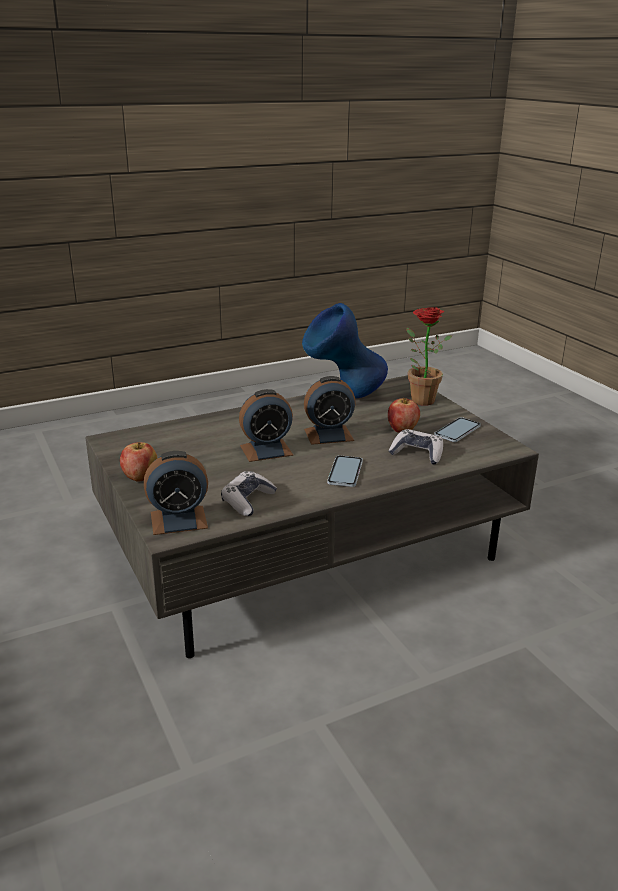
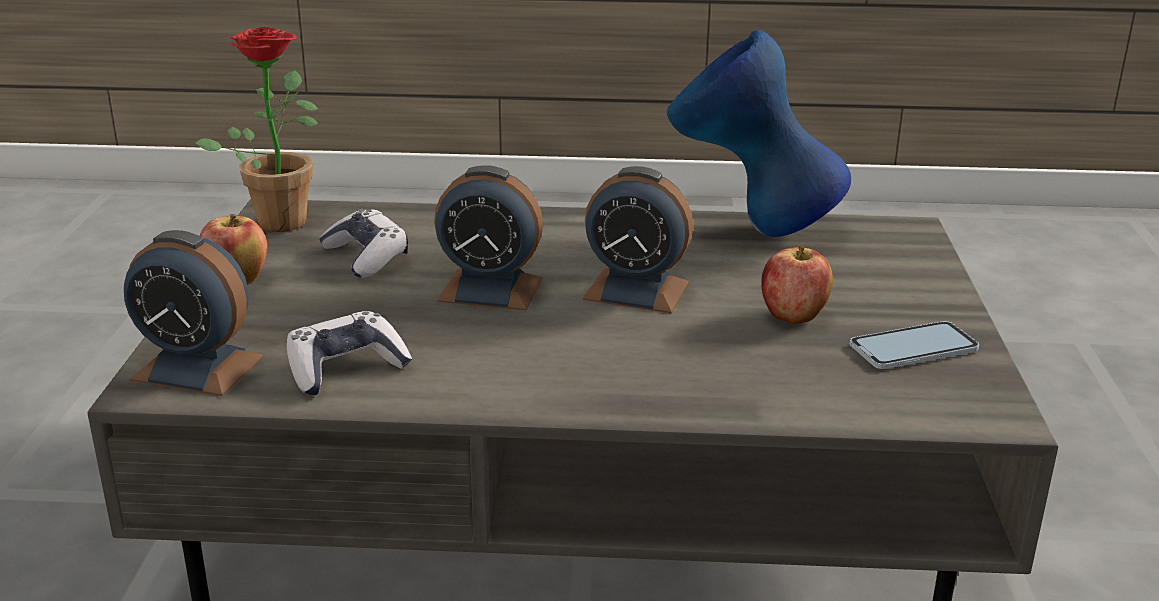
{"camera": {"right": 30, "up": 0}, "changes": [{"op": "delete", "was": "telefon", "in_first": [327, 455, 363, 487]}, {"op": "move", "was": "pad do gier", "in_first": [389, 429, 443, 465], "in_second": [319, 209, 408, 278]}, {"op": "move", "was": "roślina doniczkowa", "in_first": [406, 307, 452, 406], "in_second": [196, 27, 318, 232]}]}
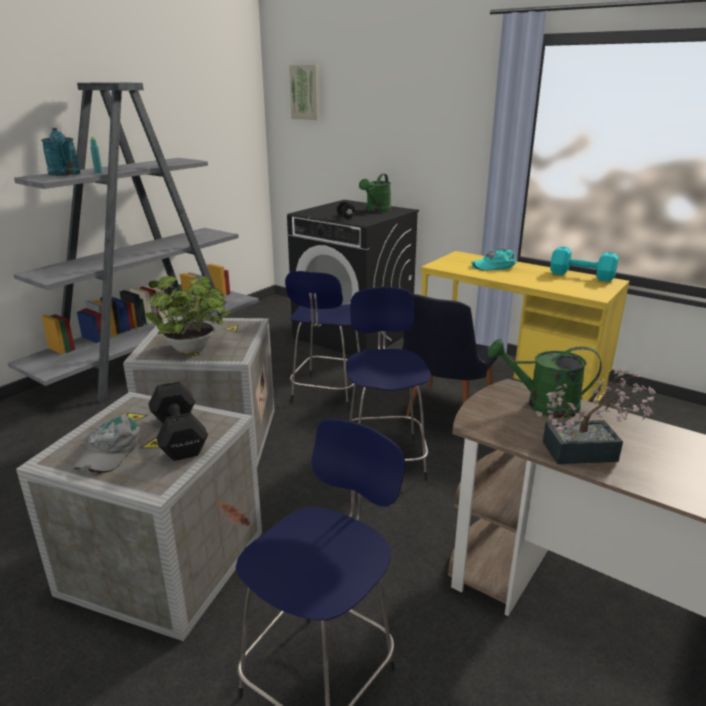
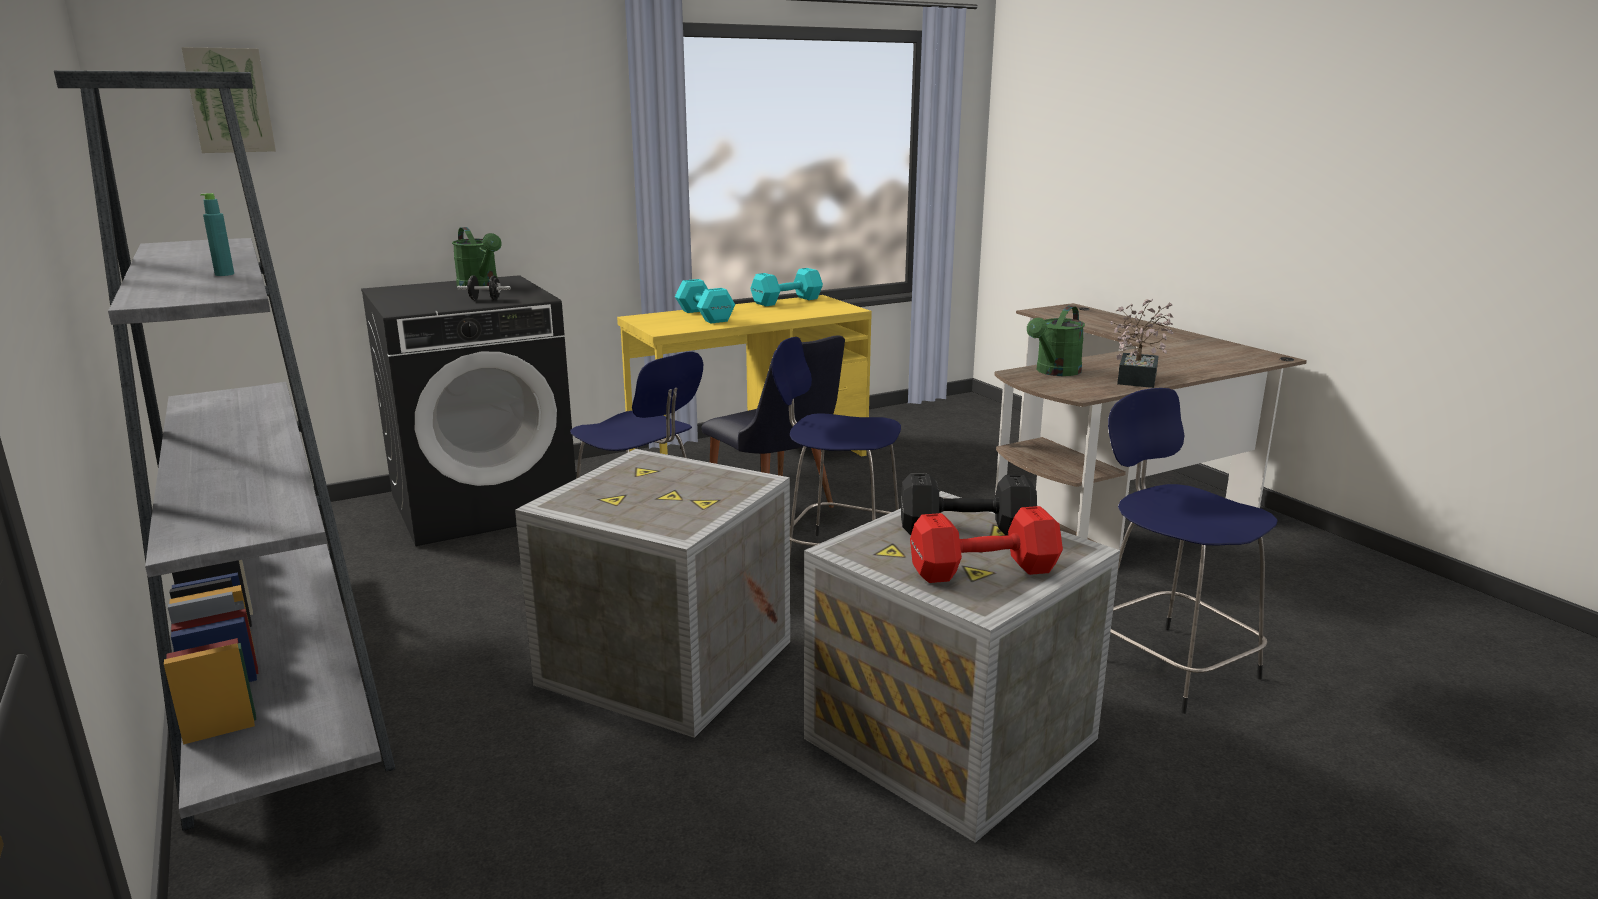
{"camera": {"right": -65, "up": -5}, "changes": [{"op": "delete", "was": "konewka/turkusowy", "in_first": [41, 128, 80, 176]}, {"op": "replace", "was": "czapka z daszkiem/szary", "now": "hantel/czerwony", "in_first": [73, 414, 141, 476], "in_second": [910, 506, 1063, 583]}, {"op": "delete", "was": "roślina doniczkowa", "in_first": [146, 276, 232, 353]}, {"op": "replace", "was": "czapka z daszkiem/turkusowy", "now": "hantel/turkusowy", "in_first": [471, 249, 517, 271], "in_second": [675, 279, 735, 324]}]}
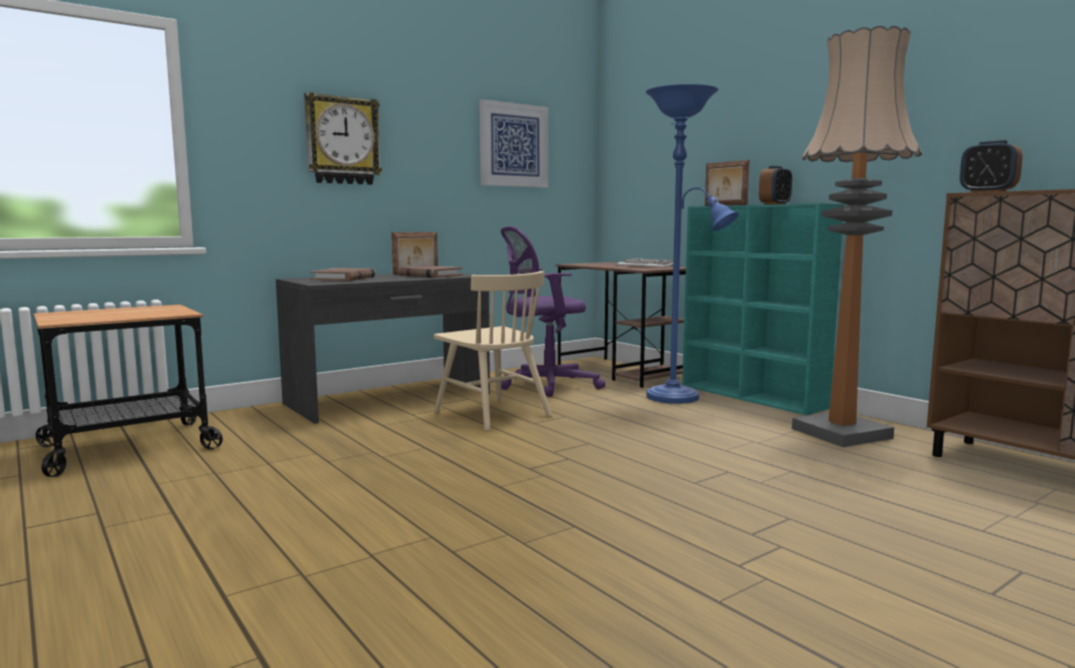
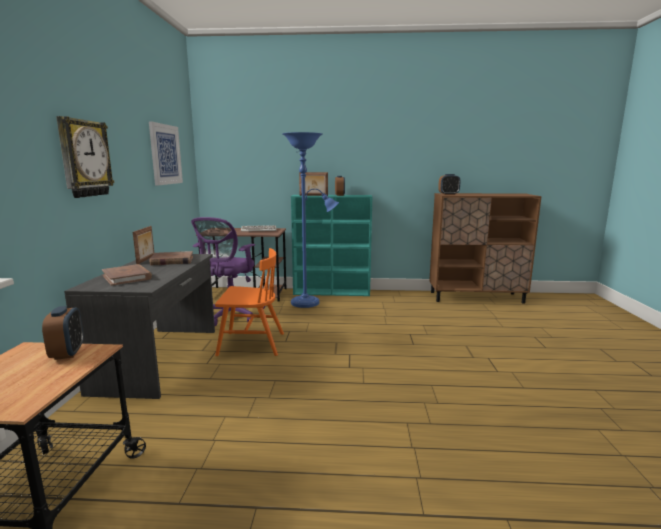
{"camera": {"right": -50, "up": 5}, "changes": [{"op": "recolor", "was": "krzesło/beżowy", "now": "krzesło/pomarańczowy", "in_first": [434, 271, 552, 431], "in_second": [215, 248, 284, 356]}, {"op": "delete", "was": "lampa stojąca", "in_first": [792, 26, 922, 447]}, {"op": "insert", "now": "budzik", "in_second": [42, 306, 83, 360]}]}
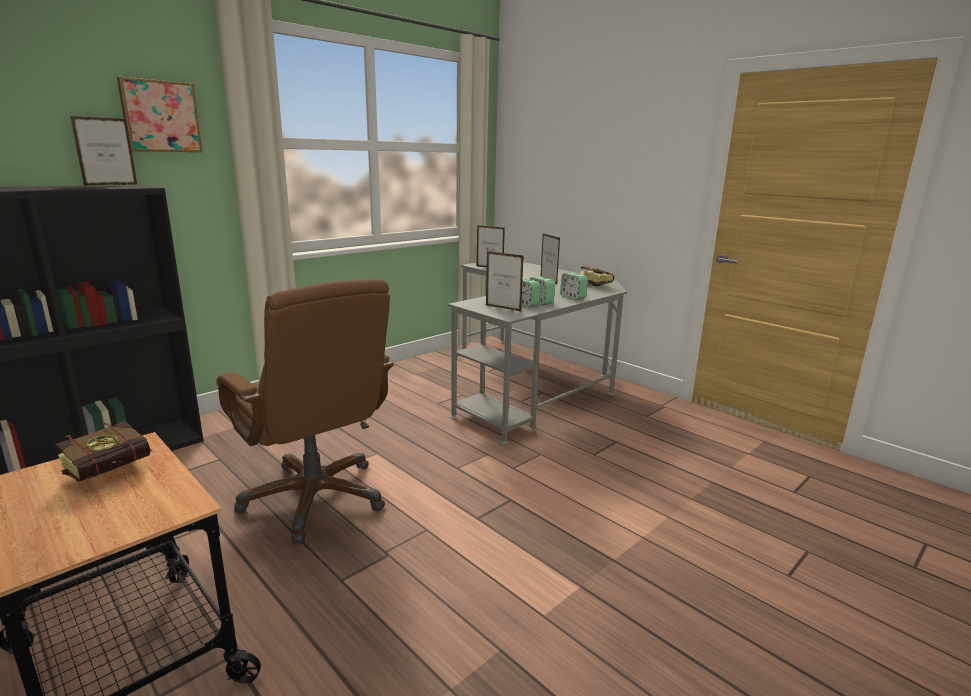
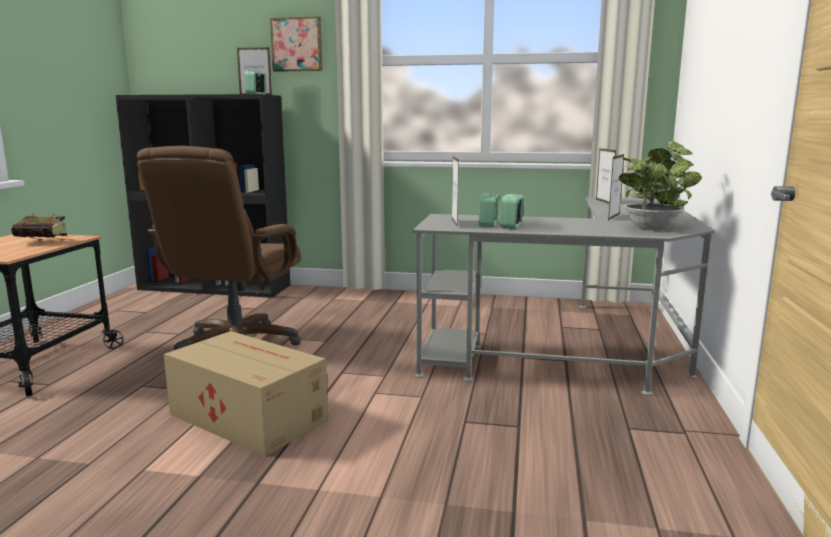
{"camera": {"right": 55, "up": -5}, "changes": [{"op": "move", "was": "budzik", "in_first": [560, 273, 588, 300], "in_second": [245, 71, 266, 94]}, {"op": "replace", "was": "książka", "now": "roślina doniczkowa", "in_first": [581, 266, 614, 287], "in_second": [619, 141, 701, 230]}, {"op": "insert", "now": "karton", "in_second": [164, 331, 328, 457]}]}
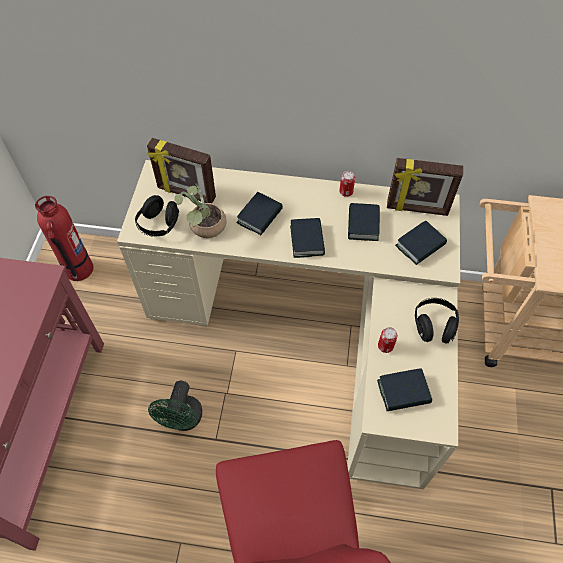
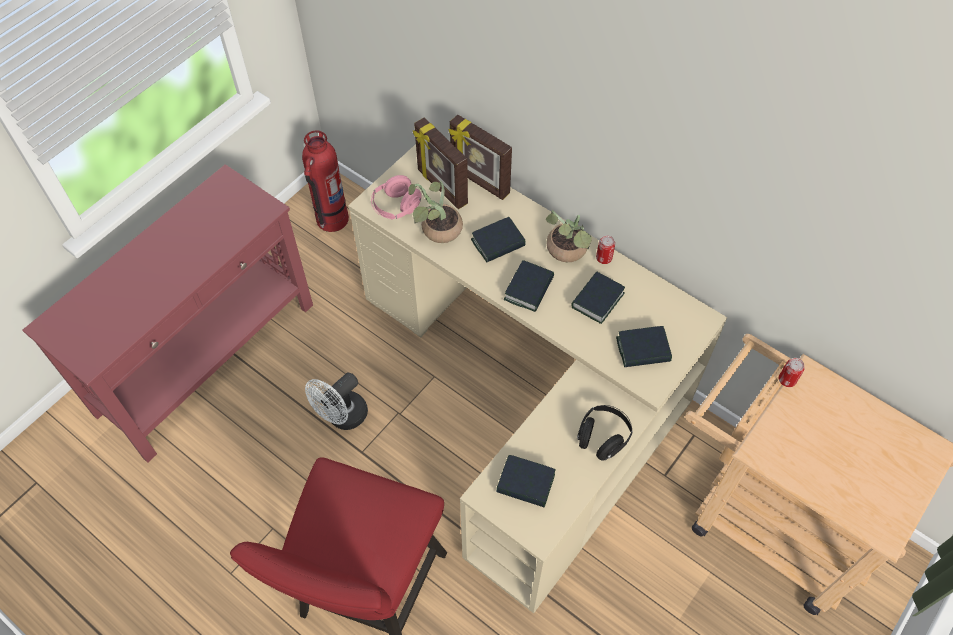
{"camera": {"right": 30, "up": 0}, "changes": [{"op": "recolor", "was": "słuchawki/czarny", "now": "słuchawki/różowy", "in_first": [135, 195, 179, 237], "in_second": [371, 175, 422, 220]}, {"op": "recolor", "was": "wentylator/zielony", "now": "wentylator/biały", "in_first": [148, 381, 203, 431], "in_second": [305, 372, 368, 430]}, {"op": "move", "was": "puszka", "in_first": [378, 327, 397, 353], "in_second": [779, 358, 805, 387]}, {"op": "move", "was": "ramka na zdjęcie", "in_first": [387, 158, 463, 216], "in_second": [449, 115, 512, 200]}, {"op": "insert", "now": "roślina doniczkowa", "in_second": [546, 210, 592, 262]}]}
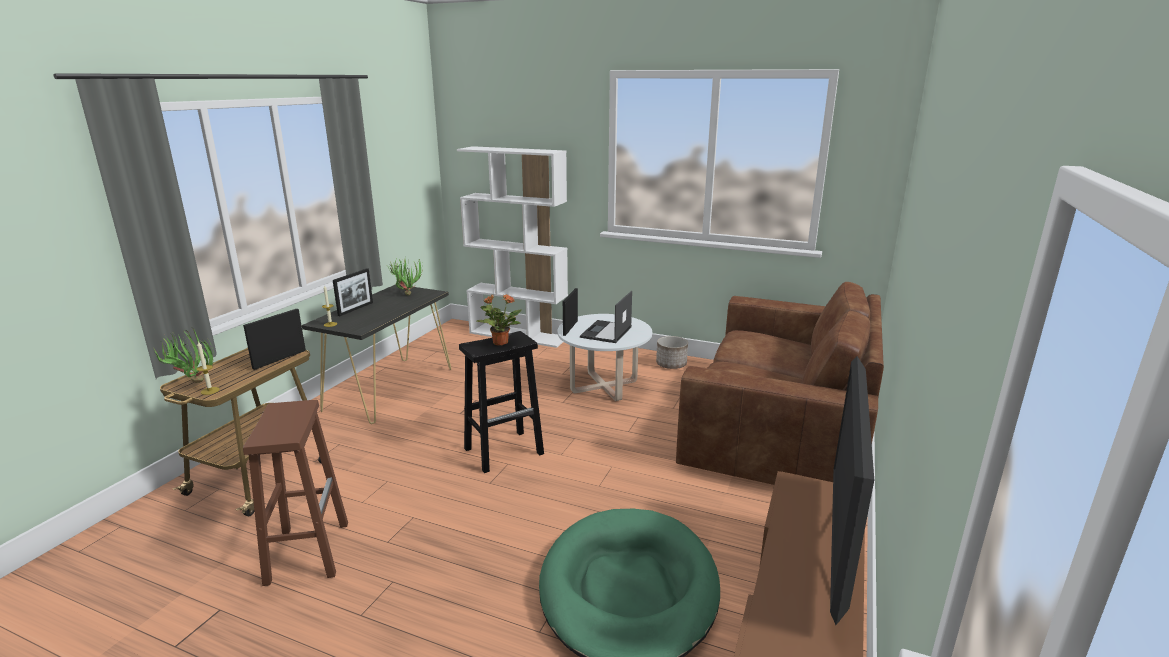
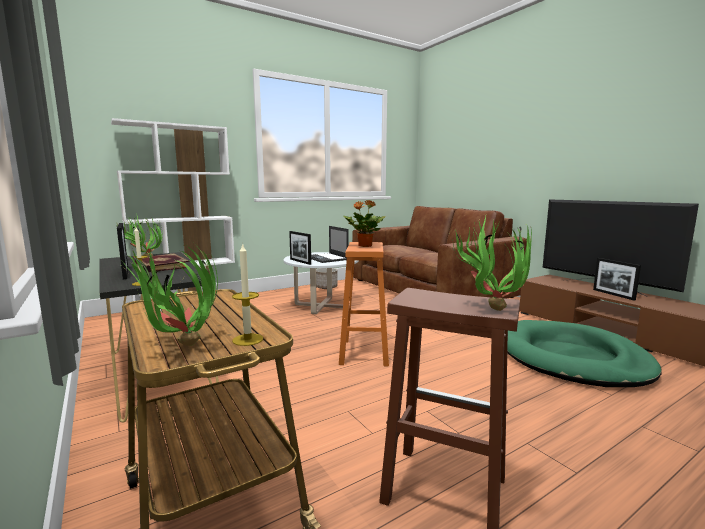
{"camera": {"right": -55, "up": -10}, "changes": [{"op": "move", "was": "ramka na zdjęcie", "in_first": [243, 309, 306, 370], "in_second": [593, 258, 641, 301]}, {"op": "recolor", "was": "stołek/czarny", "now": "stołek/pomarańczowy", "in_first": [459, 331, 544, 473], "in_second": [339, 242, 389, 366]}, {"op": "insert", "now": "książka", "in_second": [135, 253, 190, 272]}, {"op": "insert", "now": "roślina doniczkowa", "in_second": [452, 216, 532, 311]}]}
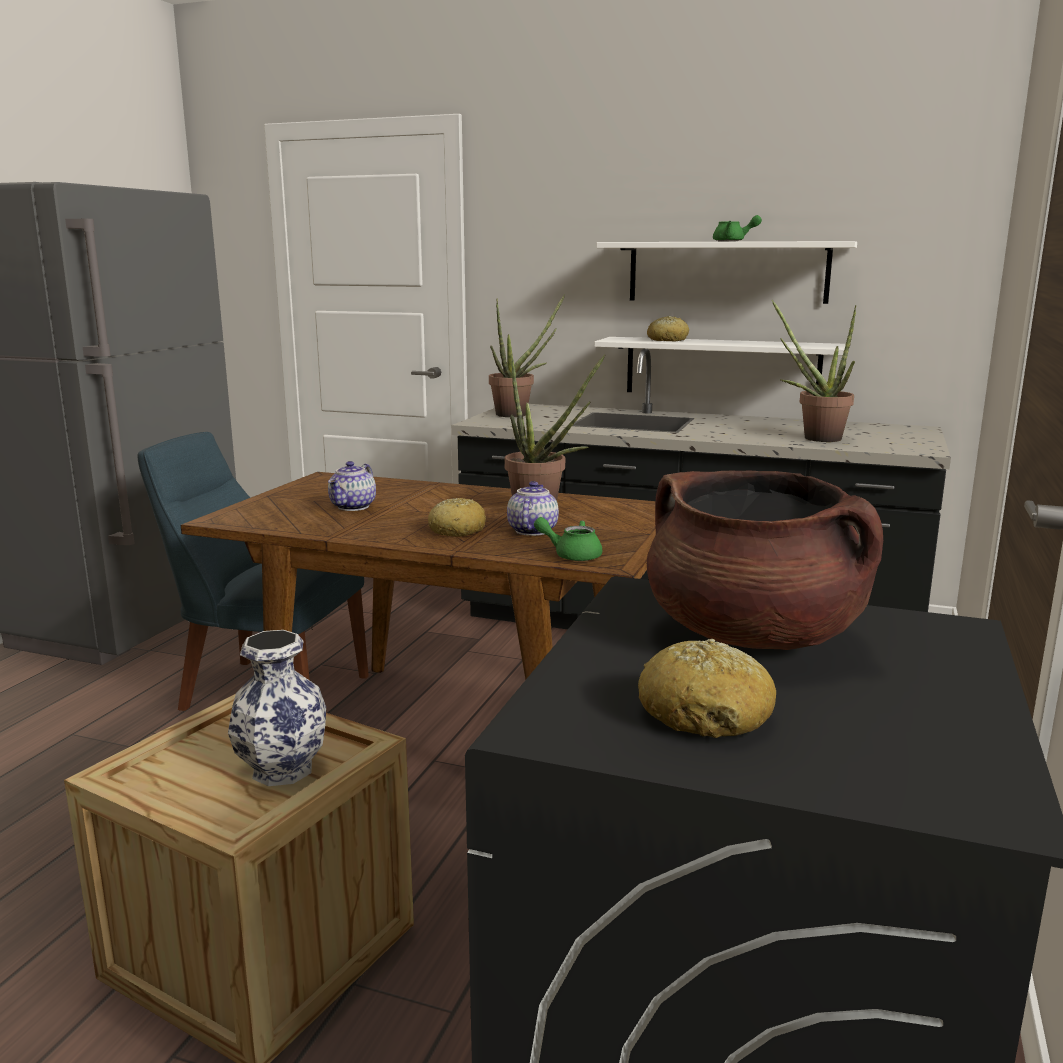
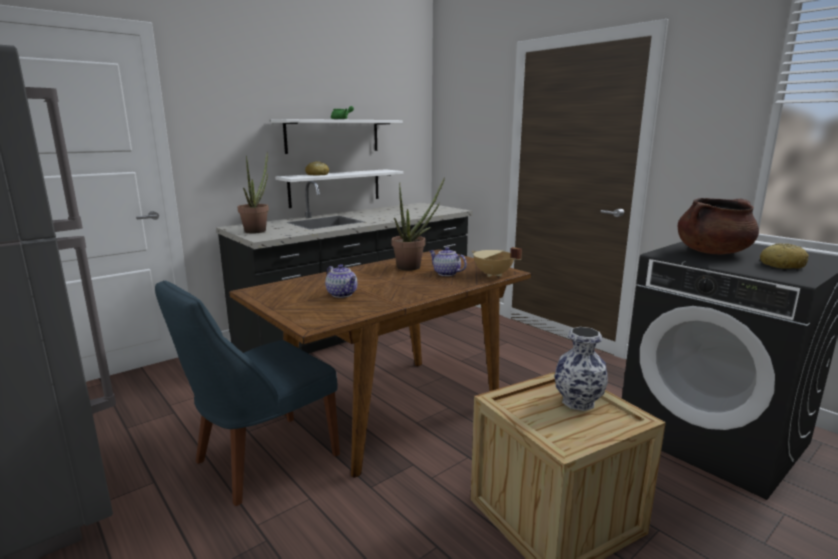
{"camera": {"right": -60, "up": 0}, "changes": [{"op": "delete", "was": "chleb", "in_first": [428, 498, 486, 537]}, {"op": "replace", "was": "imbryk/zielony", "now": "garnek/beżowy", "in_first": [534, 517, 602, 561], "in_second": [472, 247, 522, 277]}, {"op": "delete", "was": "roślina doniczkowa", "in_first": [772, 300, 856, 442]}]}
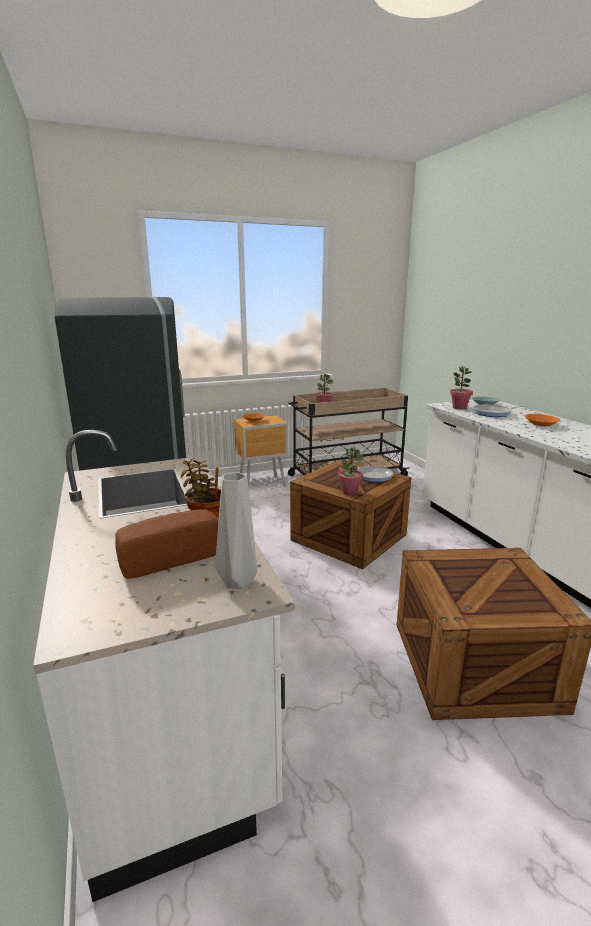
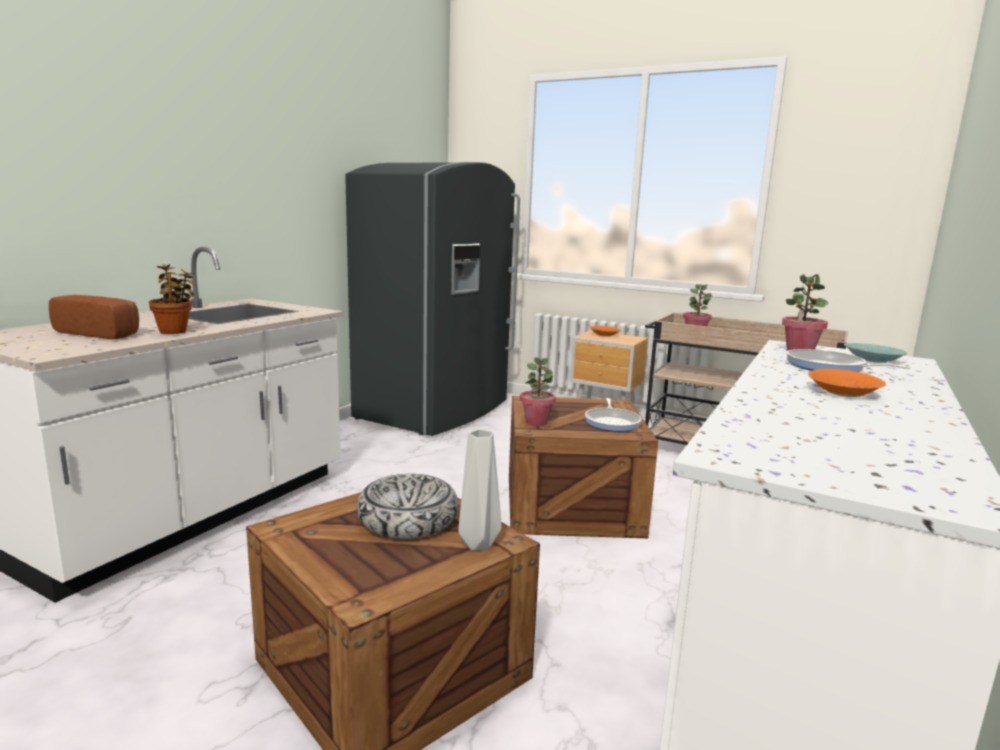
{"camera": {"right": 50, "up": -5}, "changes": [{"op": "move", "was": "wazon/szary", "in_first": [215, 472, 257, 589], "in_second": [458, 429, 502, 551]}, {"op": "insert", "now": "miska", "in_second": [356, 474, 459, 539]}]}
